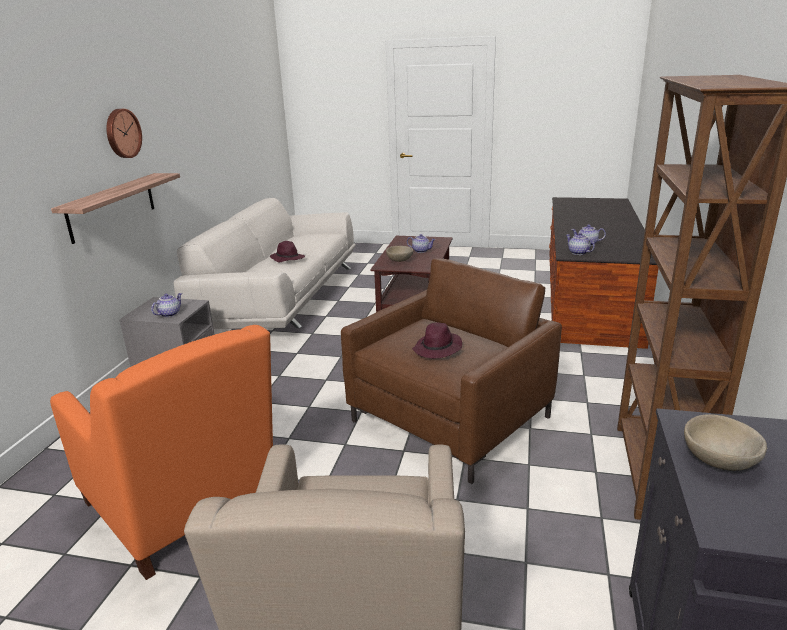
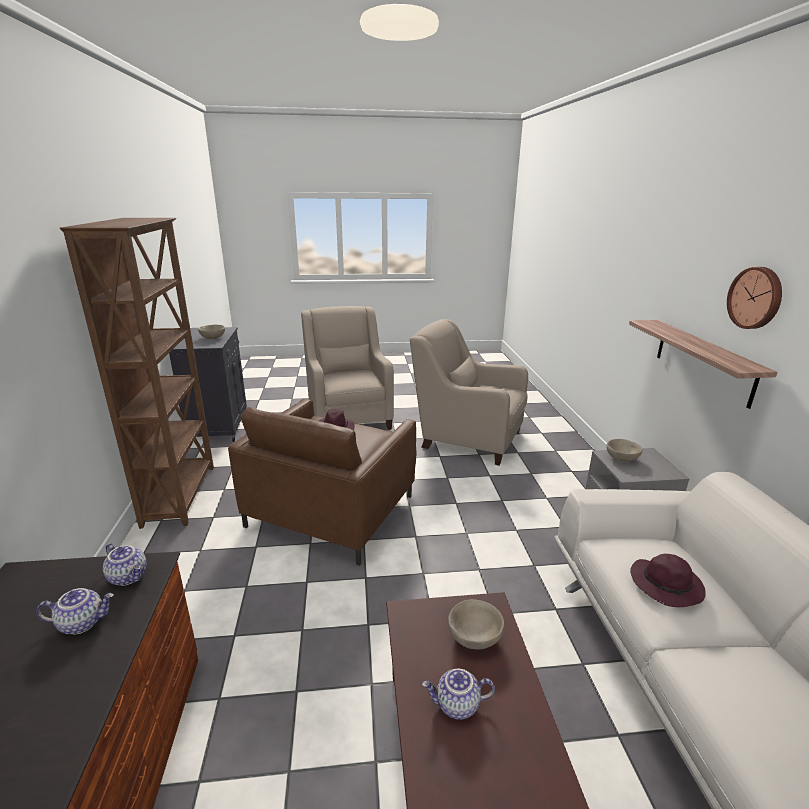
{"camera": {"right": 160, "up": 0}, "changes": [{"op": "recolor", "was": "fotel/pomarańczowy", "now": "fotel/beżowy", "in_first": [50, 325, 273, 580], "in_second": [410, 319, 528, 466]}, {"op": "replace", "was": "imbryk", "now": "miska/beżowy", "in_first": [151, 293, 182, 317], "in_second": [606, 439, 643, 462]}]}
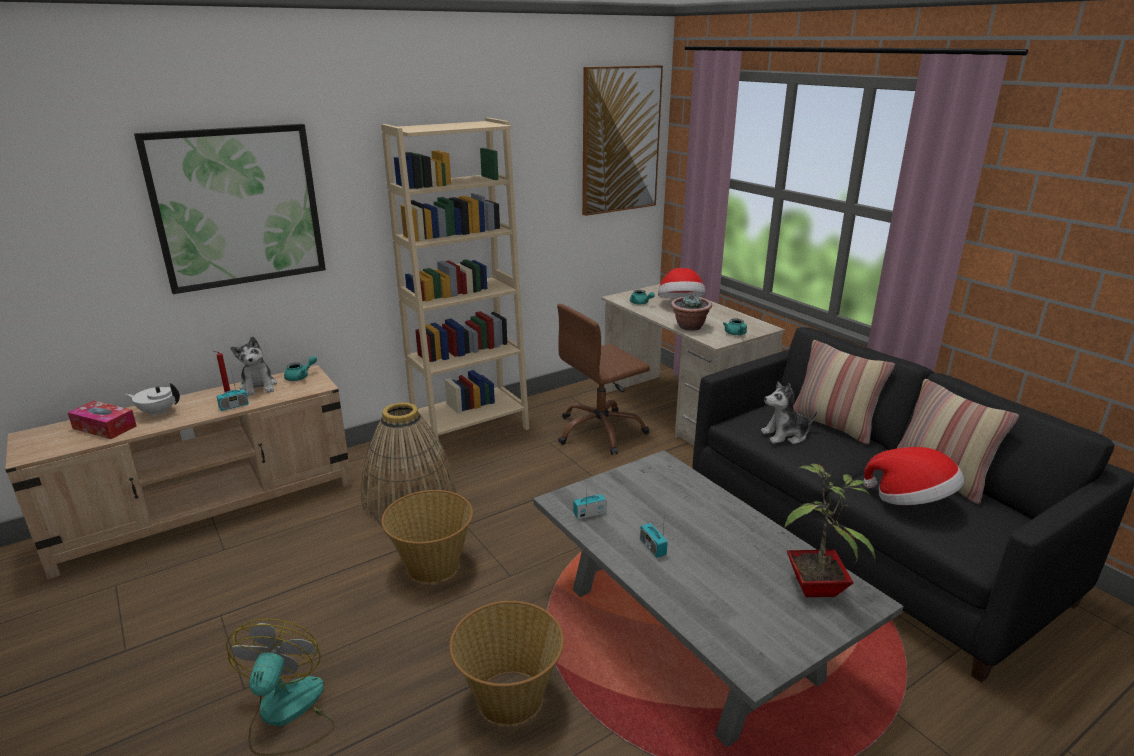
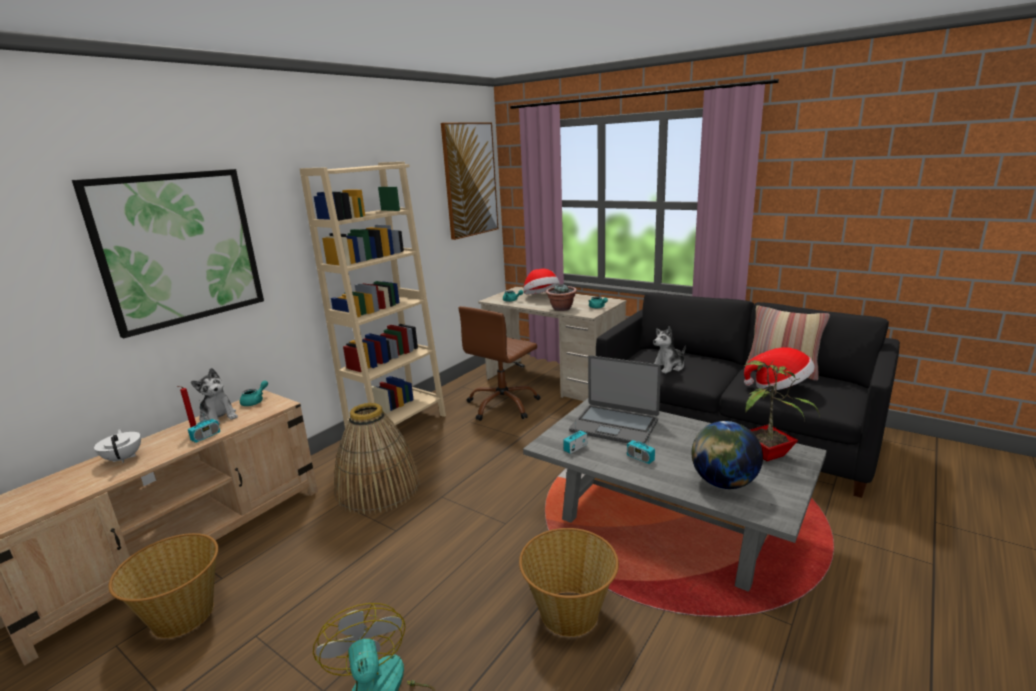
{"camera": {"right": -20, "up": -5}, "changes": [{"op": "delete", "was": "pudełko chusteczek", "in_first": [67, 401, 137, 439]}, {"op": "rotate", "was": "imbryk/biały", "in_first": [125, 383, 180, 417], "in_second": [94, 429, 141, 463], "clockwise": 75}, {"op": "move", "was": "koszyk", "in_first": [381, 490, 473, 583], "in_second": [108, 533, 218, 638]}, {"op": "delete", "was": "poduszka", "in_first": [793, 340, 895, 445]}, {"op": "insert", "now": "laptop", "in_second": [569, 355, 661, 444]}, {"op": "insert", "now": "globus", "in_second": [692, 421, 763, 489]}]}
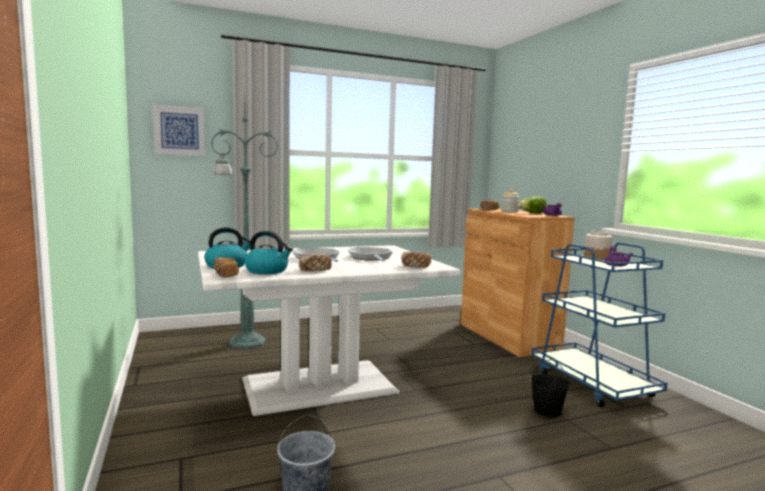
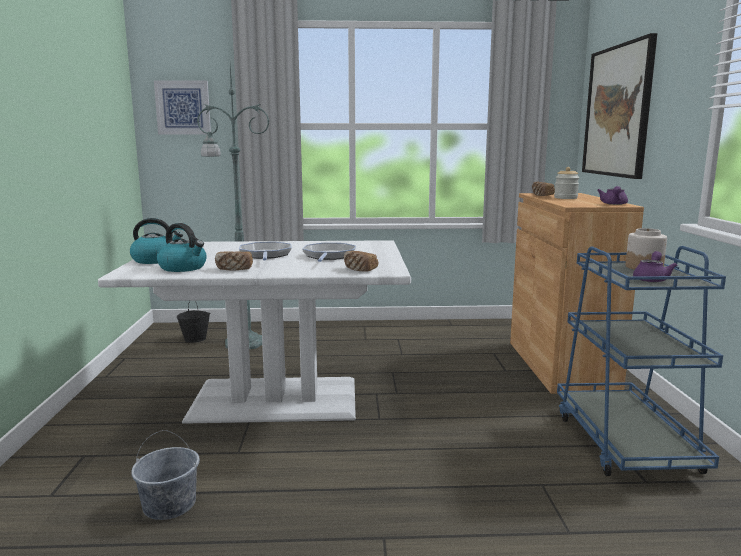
{"camera": {"right": 20, "up": 5}, "changes": [{"op": "delete", "was": "chleb", "in_first": [214, 257, 239, 278]}, {"op": "delete", "was": "sałata", "in_first": [517, 196, 547, 213]}, {"op": "move", "was": "wiadro/czarny", "in_first": [531, 359, 570, 418], "in_second": [177, 301, 210, 343]}, {"op": "insert", "now": "obraz", "in_second": [582, 33, 658, 179]}]}
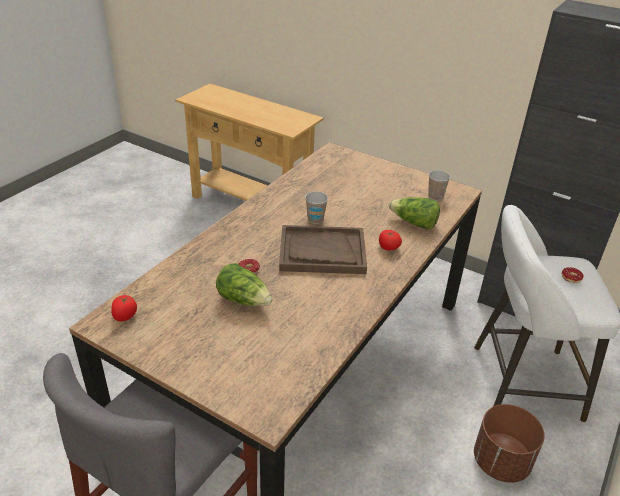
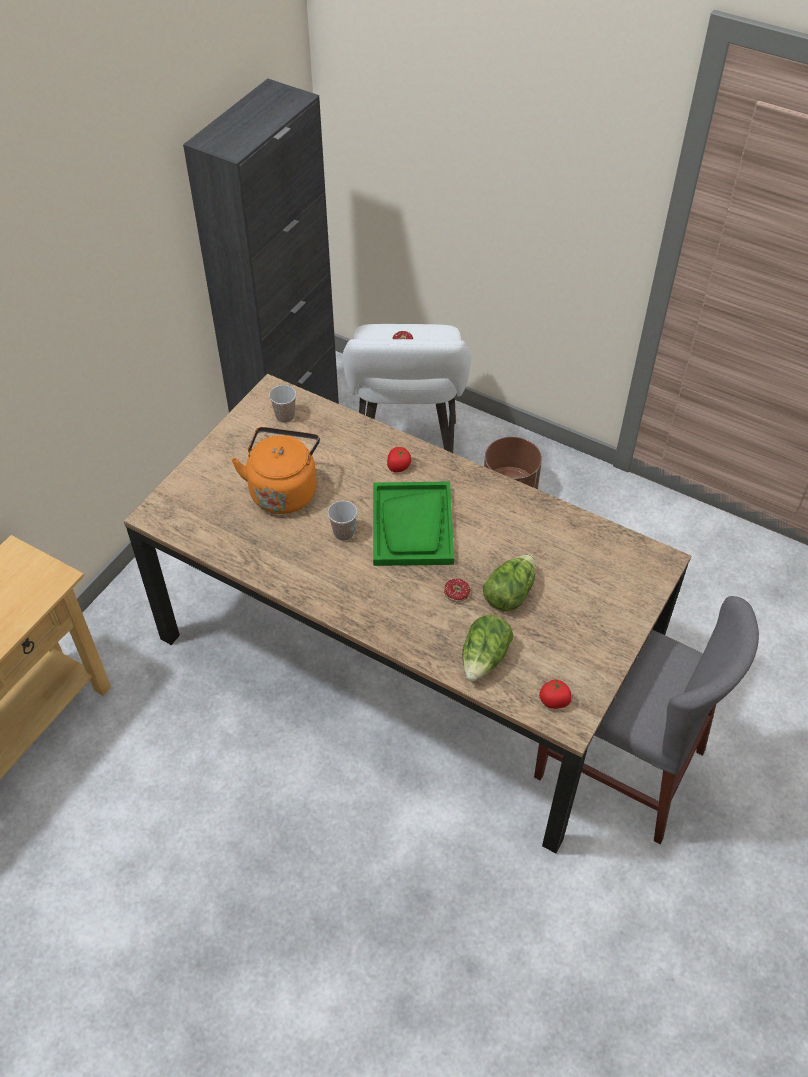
{"camera": {"right": -90, "up": 15}, "changes": [{"op": "recolor", "was": "taca/brązowy", "now": "taca/zielony", "in_first": [279, 225, 367, 274], "in_second": [373, 482, 454, 566]}, {"op": "move", "was": "sałata", "in_first": [389, 197, 440, 230], "in_second": [462, 615, 514, 681]}, {"op": "insert", "now": "czajnik/pomarańczowy", "in_second": [231, 427, 320, 514]}]}
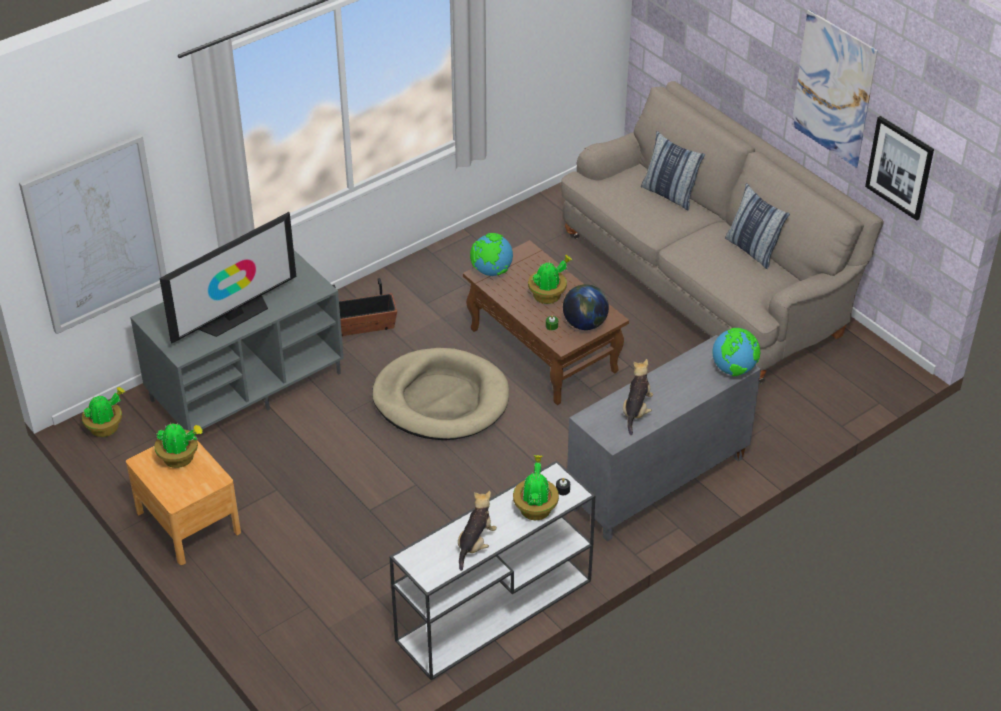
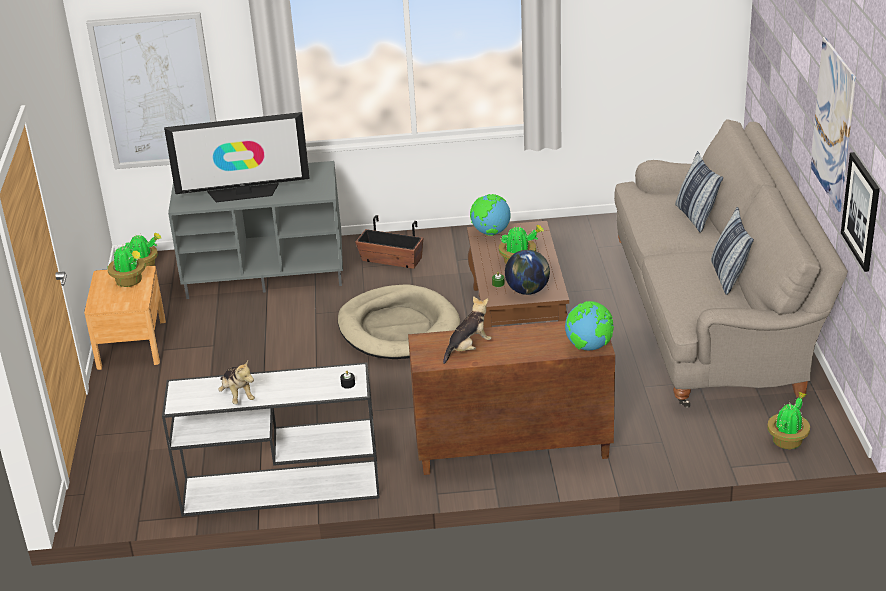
{"camera": {"right": 35, "up": -10}, "changes": [{"op": "rotate", "was": "pluszak", "in_first": [458, 491, 497, 571], "in_second": [218, 360, 255, 404], "clockwise": 90}, {"op": "move", "was": "roślina doniczkowa", "in_first": [513, 455, 559, 520], "in_second": [767, 391, 810, 449]}, {"op": "recolor", "was": "szafka/szary", "now": "szafka/brązowy", "in_first": [567, 335, 761, 541], "in_second": [408, 321, 615, 475]}]}
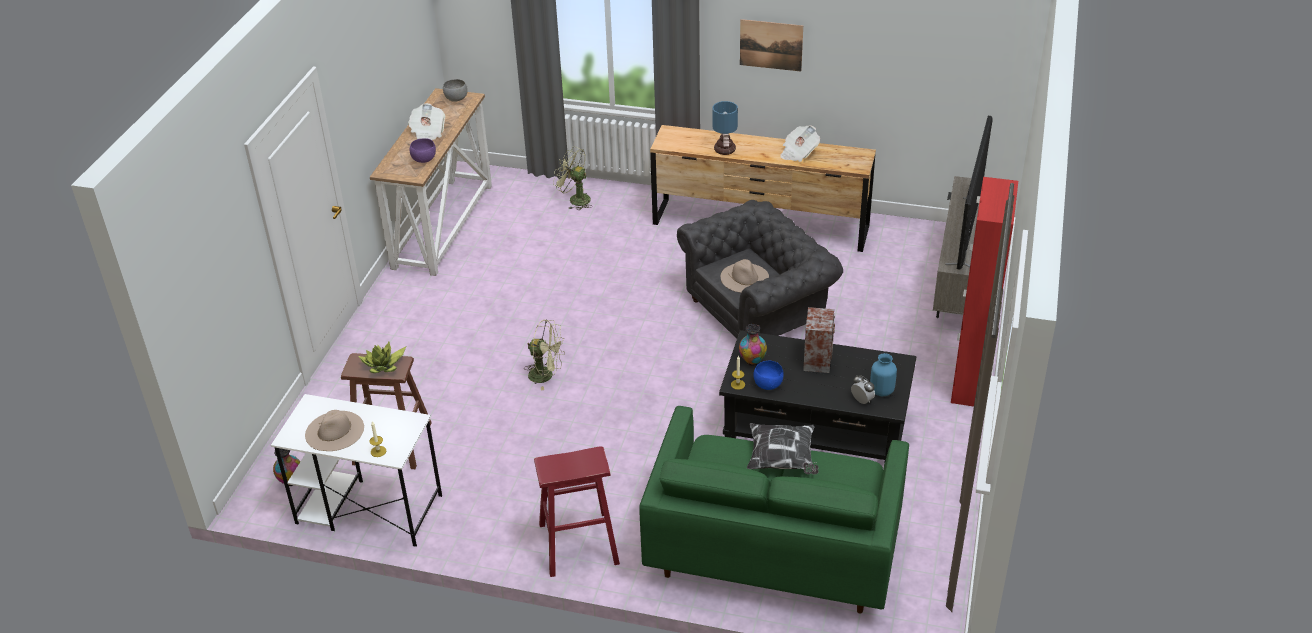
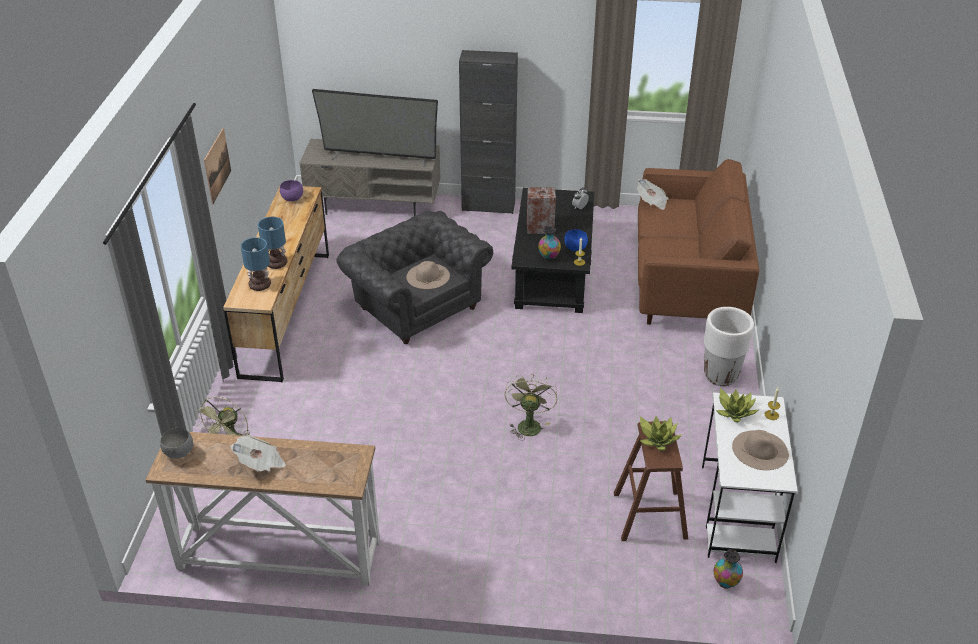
{"camera": {"right": -100, "up": 0}, "changes": [{"op": "move", "was": "miska/fioletowy", "in_first": [410, 138, 436, 163], "in_second": [280, 180, 303, 201]}, {"op": "replace", "was": "stołek/czerwony", "now": "donica/biały", "in_first": [534, 446, 620, 577], "in_second": [704, 307, 754, 386]}, {"op": "recolor", "was": "kanapa/zielony", "now": "kanapa/brązowy", "in_first": [639, 406, 909, 614], "in_second": [638, 159, 759, 325]}, {"op": "delete", "was": "poduszka", "in_first": [747, 423, 819, 475]}, {"op": "move", "was": "gazeta", "in_first": [780, 125, 820, 162], "in_second": [637, 178, 669, 210]}, {"op": "delete", "was": "wazon/niebieski", "in_first": [870, 353, 897, 396]}, {"op": "recolor", "was": "szafka/czerwony", "now": "szafka/czarny", "in_first": [951, 177, 1018, 407], "in_second": [459, 50, 518, 214]}, {"op": "insert", "now": "lampa stołowa", "in_second": [241, 237, 271, 291]}, {"op": "insert", "now": "roślina doniczkowa", "in_second": [716, 388, 758, 423]}]}
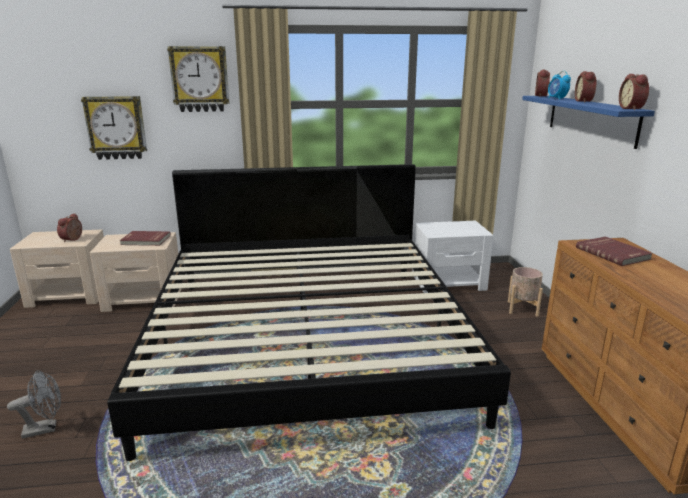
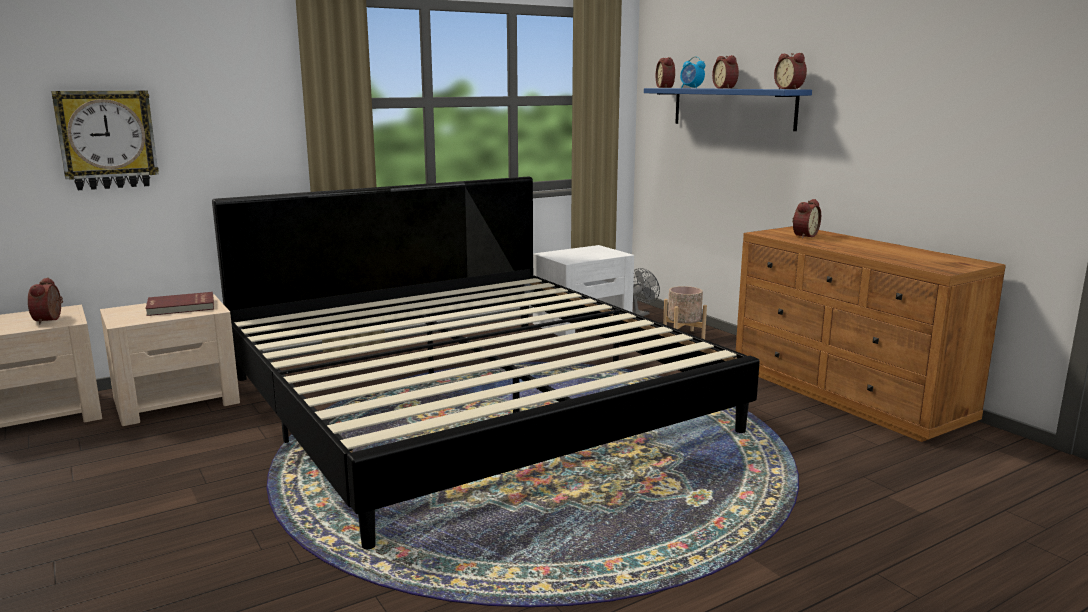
{"camera": {"right": -25, "up": -5}, "changes": [{"op": "move", "was": "wentylator/szary", "in_first": [7, 370, 61, 439], "in_second": [633, 268, 660, 316]}, {"op": "delete", "was": "zegar ścienny", "in_first": [167, 46, 229, 112]}, {"op": "replace", "was": "książka/czerwony", "now": "budzik", "in_first": [576, 237, 653, 266], "in_second": [792, 199, 821, 239]}]}
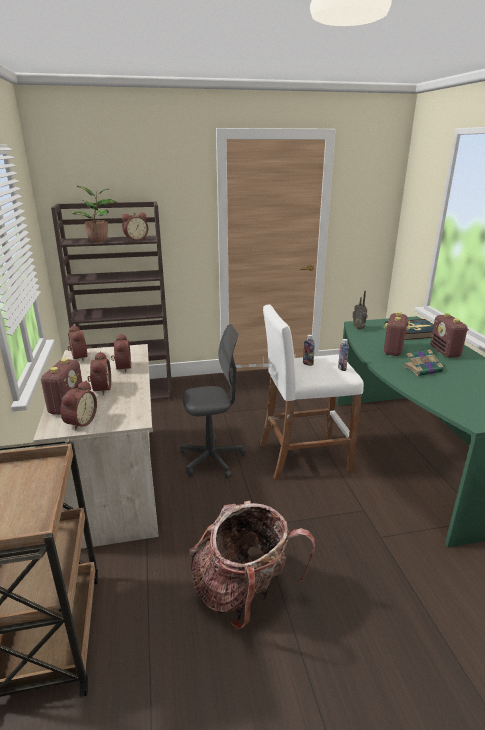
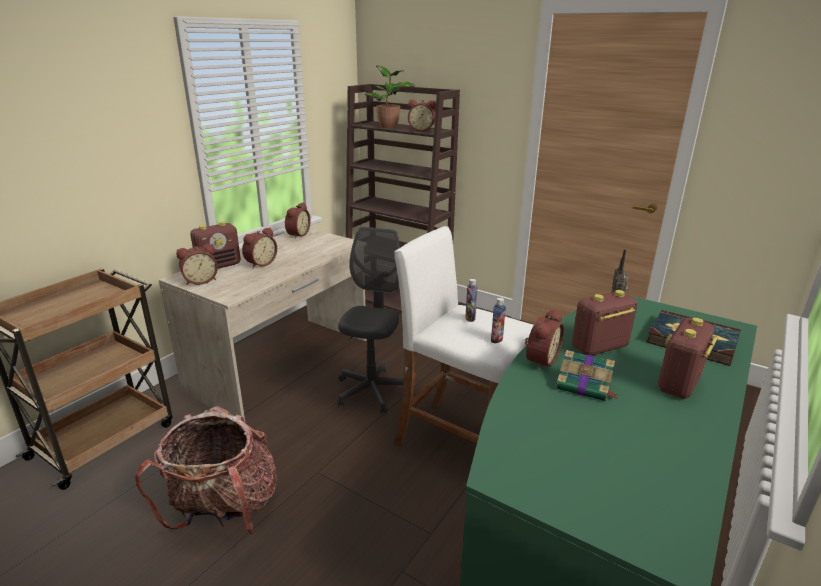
{"camera": {"right": 45, "up": 0}, "changes": [{"op": "move", "was": "budzik", "in_first": [111, 333, 131, 372], "in_second": [525, 309, 564, 370]}, {"op": "rotate", "was": "krzesło biurowe/szary", "in_first": [180, 324, 246, 479], "in_second": [337, 227, 404, 414], "clockwise": -105}]}
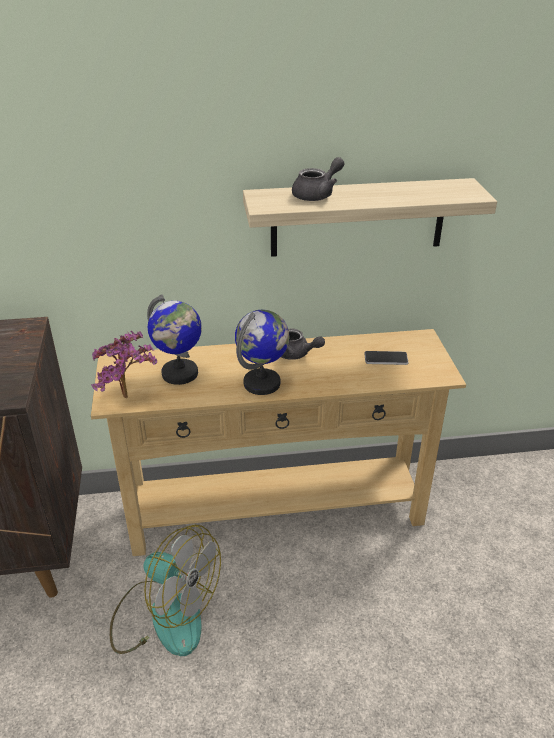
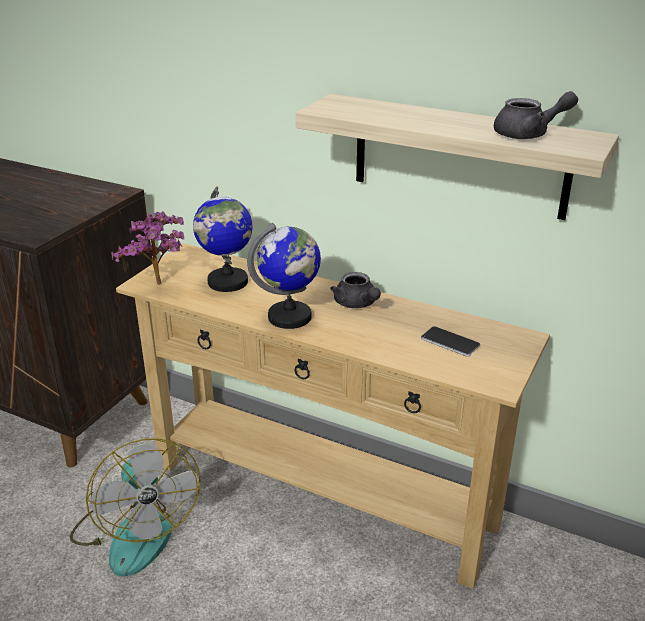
{"camera": {"right": 35, "up": -5}, "changes": [{"op": "move", "was": "imbryk/szary", "in_first": [292, 157, 345, 201], "in_second": [494, 91, 578, 139]}]}
